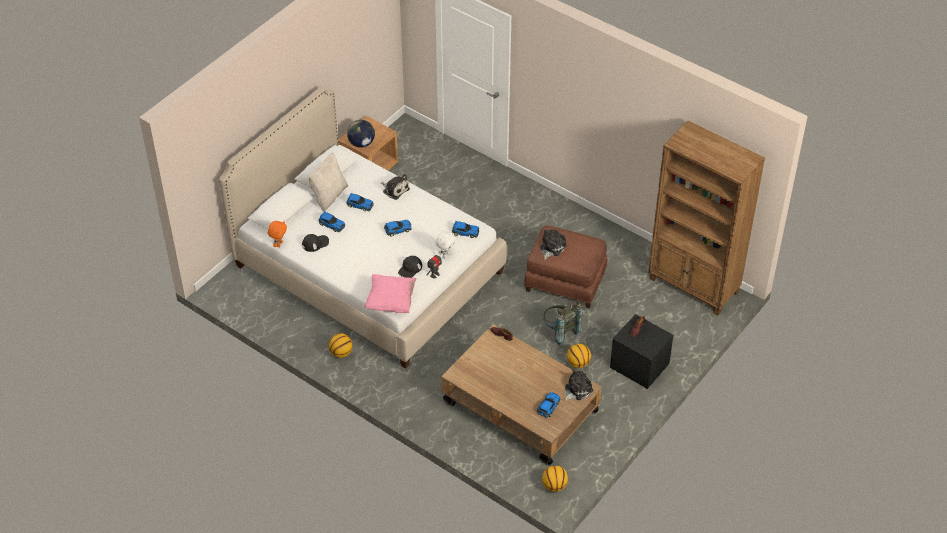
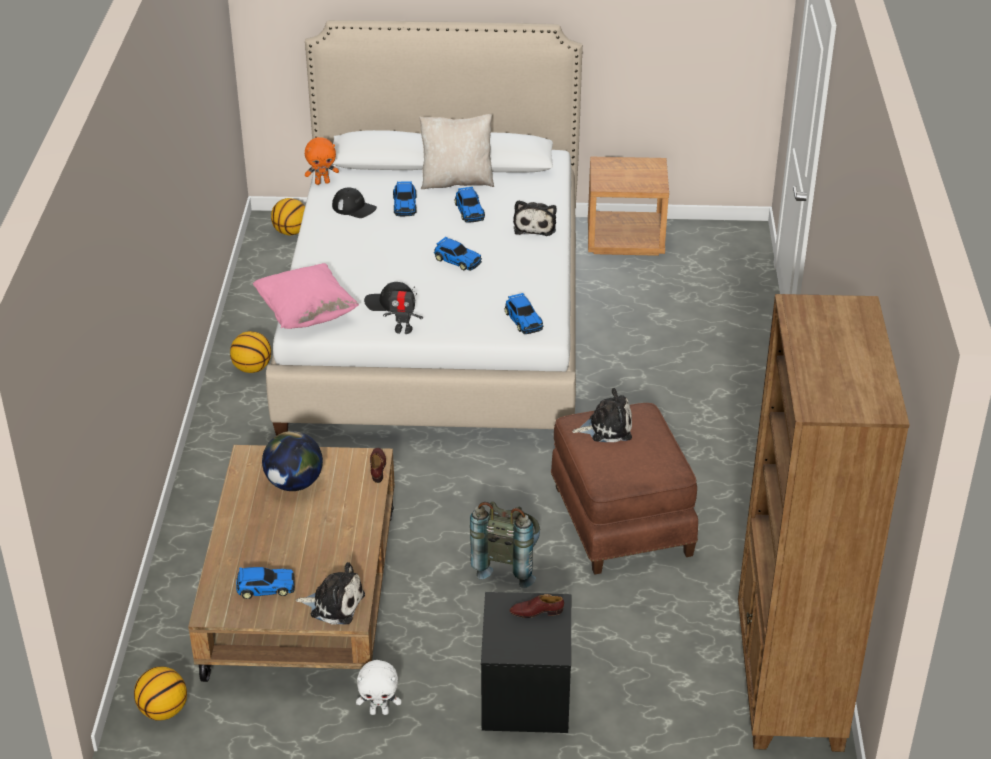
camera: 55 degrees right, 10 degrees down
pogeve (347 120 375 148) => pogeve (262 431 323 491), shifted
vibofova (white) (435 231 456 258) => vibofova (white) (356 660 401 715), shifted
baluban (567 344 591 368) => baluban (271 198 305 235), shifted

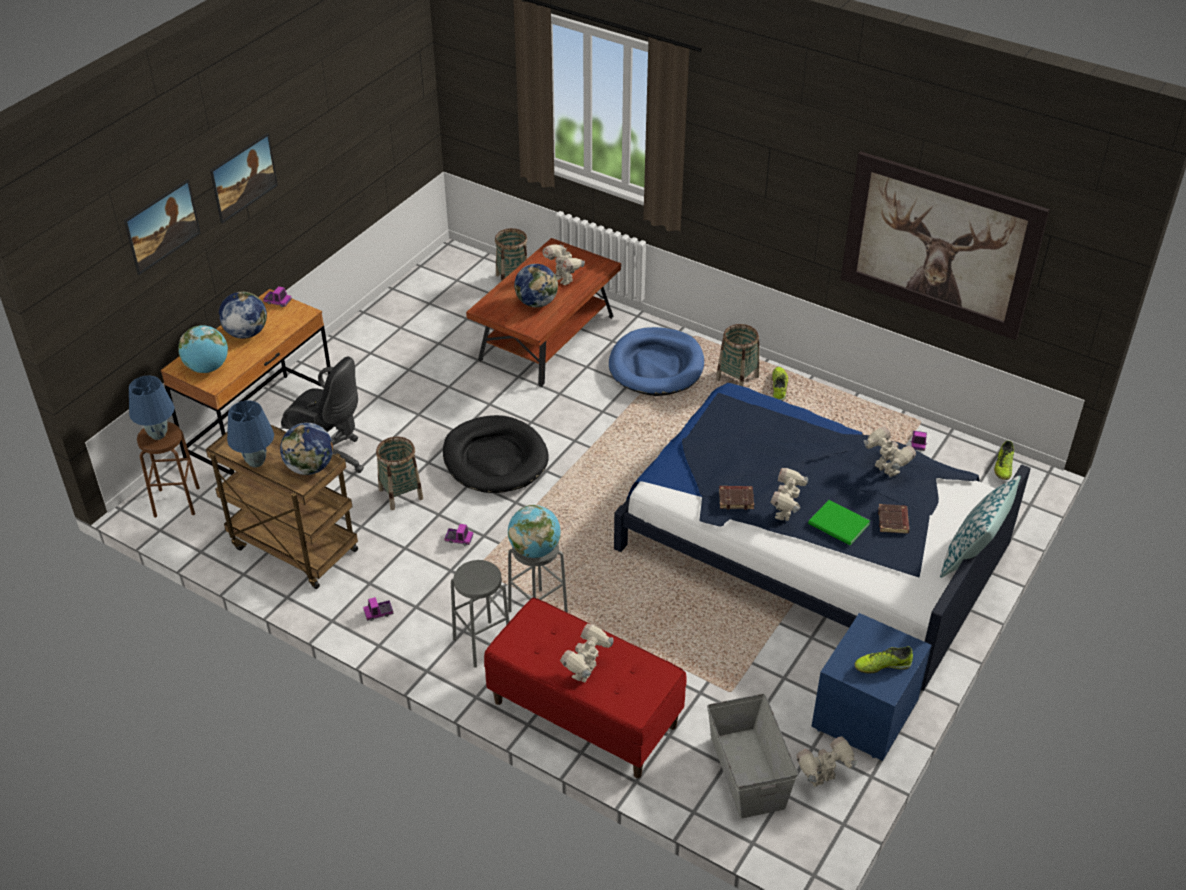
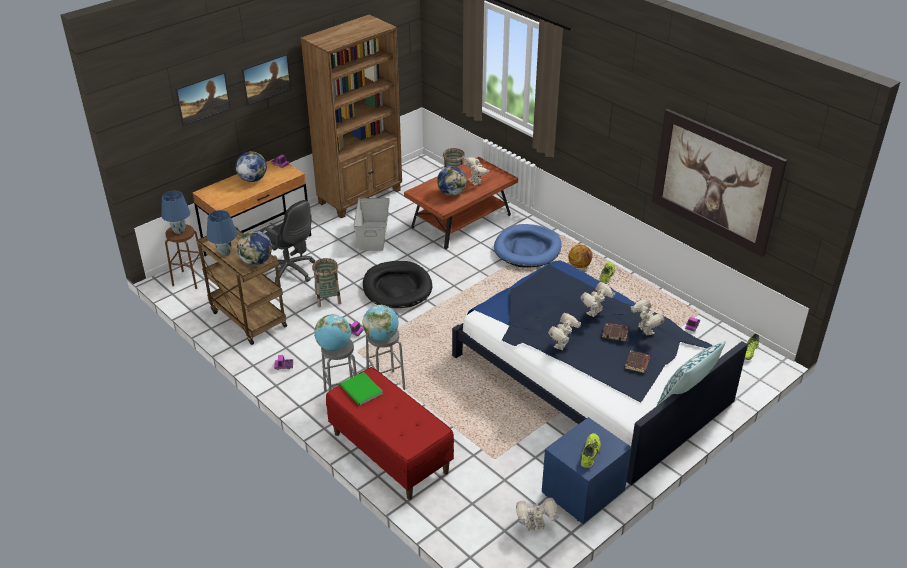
camera: 15 degrees right, 5 degrees down
pogeve (178 325 228 373) => pogeve (314 314 351 351), shifted
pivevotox (560 624 613 683) => pivevotox (580 282 615 317), shifted
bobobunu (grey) (707 694 798 818) => bobobunu (grey) (353 198 390 251), shifted
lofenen (716 324 759 387) => baluban (568 244 593 268)
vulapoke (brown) (719 486 754 510) => vulapoke (brown) (602 323 629 342), shifted
vulapoke (green) (808 500 870 545) => vulapoke (green) (340 372 383 406), shifted
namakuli (854 646 913 673) => namakuli (581 433 601 469), 105 degrees clockwise
nothing => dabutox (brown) (301 14 402 218)

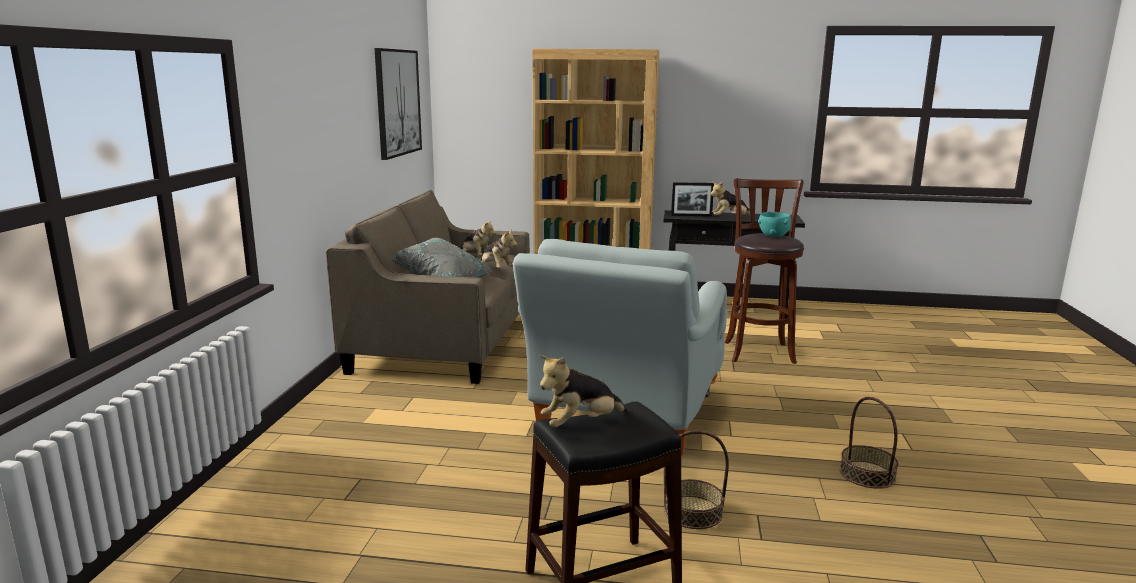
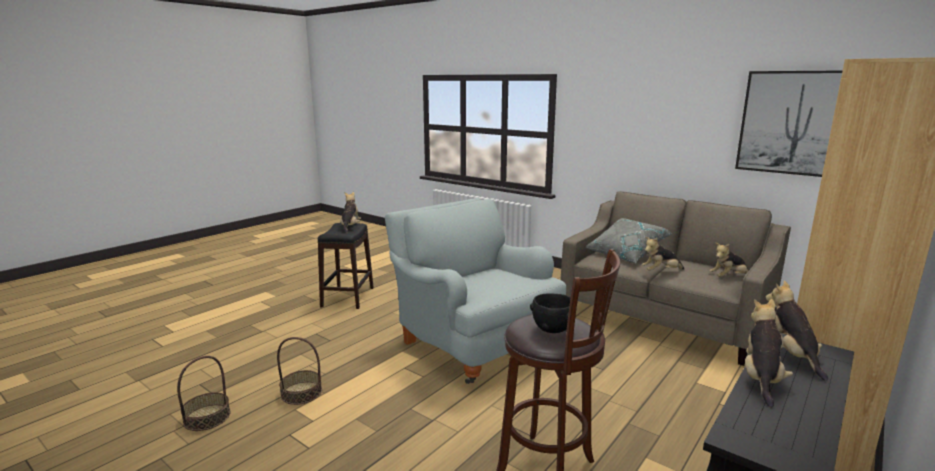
camera: 120 degrees right, 0 degrees up
lofenen (664 430 729 529) => lofenen (177 356 230 431), shifted
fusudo (671 182 714 216) => vibofova (766 280 828 381)
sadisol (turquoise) (758 212 791 237) => sadisol (black) (530 294 571 333)

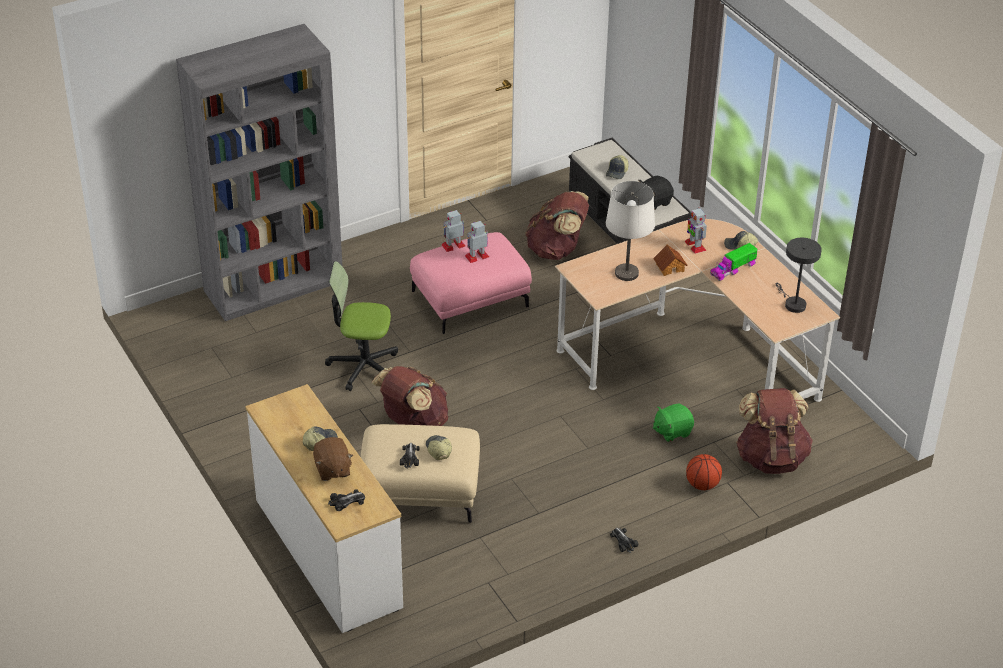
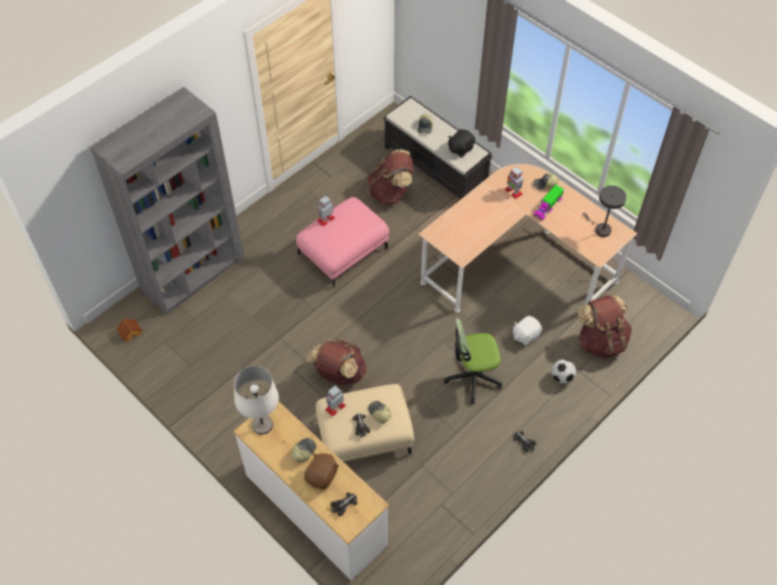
camera: 15 degrees left, 15 degrees up
vibofova (brown) (313 437 353 481) => vibofova (brown) (304 453 339 489), 120 degrees counterclockwise
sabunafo (325 261 398 391) => sabunafo (443 318 502 404), shifted
pivevotox (465 221 489 263) => pivevotox (325 386 346 417), shifted
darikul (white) (606 181 655 281) => darikul (white) (234 366 279 435), shifted
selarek (653 245 688 276) => selarek (116 319 143 342), shifted
vibofova (green) (653 403 694 442) => vibofova (white) (513 316 543 345)
baluban (686 454 722 490) => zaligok (551 359 576 384)

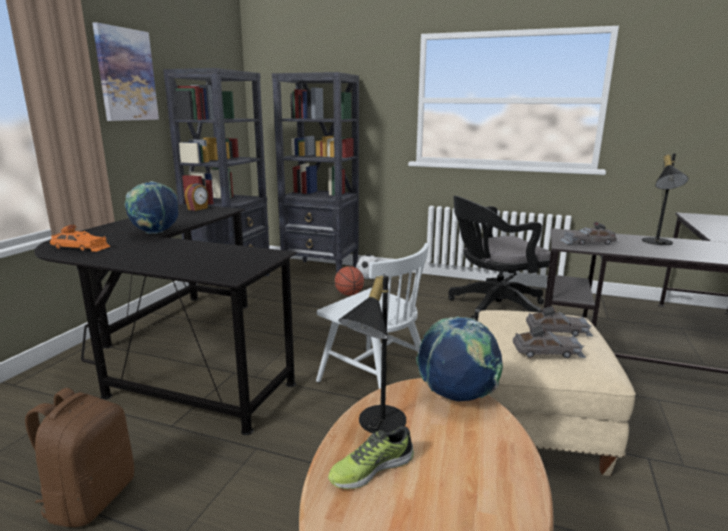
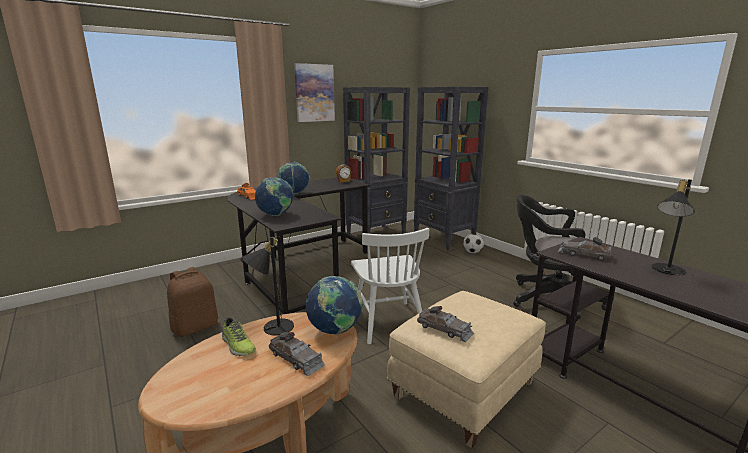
camera: 35 degrees right, 0 degrees up
namakuli (328 426 414 489) => namakuli (222 317 256 356), 135 degrees counterclockwise
baluban (335 266 364 296) => nothing
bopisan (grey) (526 306 594 337) => bopisan (grey) (269 332 325 376), shifted
nothing => pogeve (255 177 293 216)

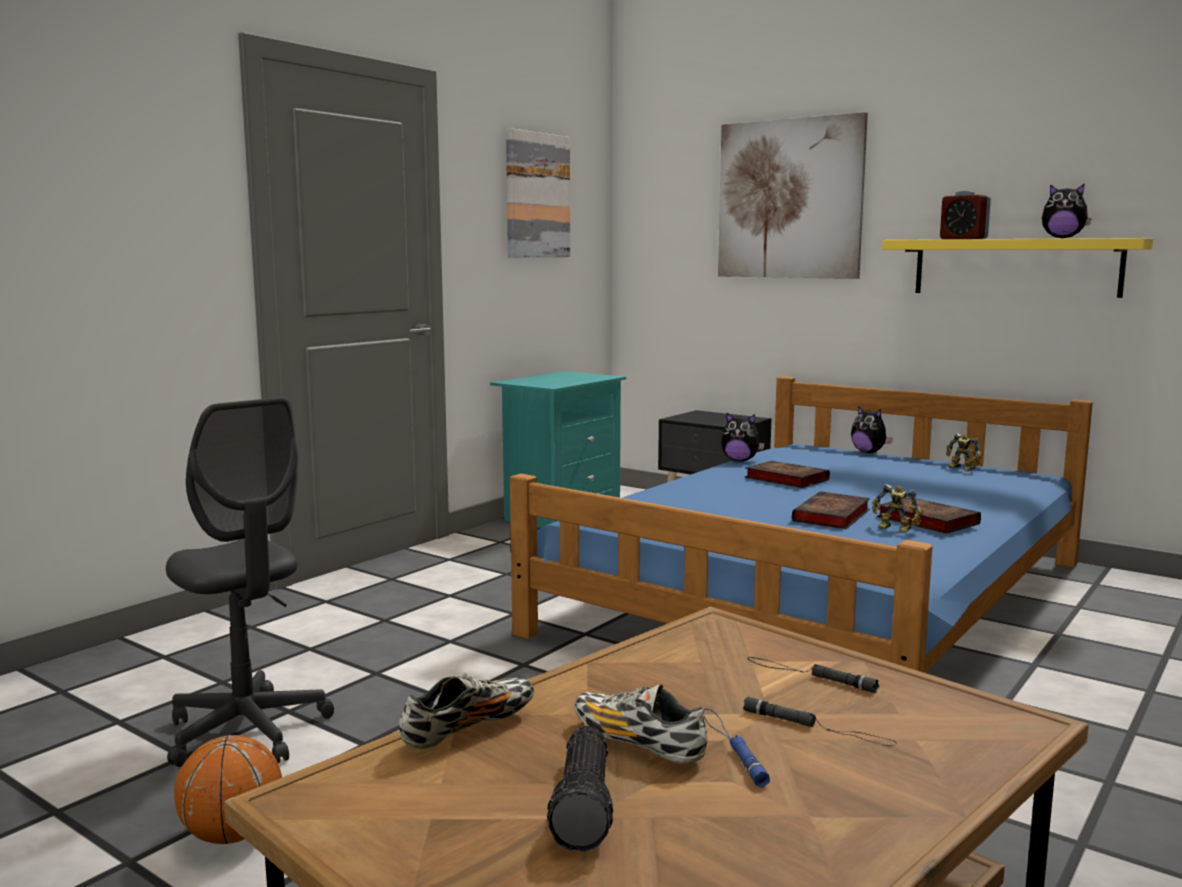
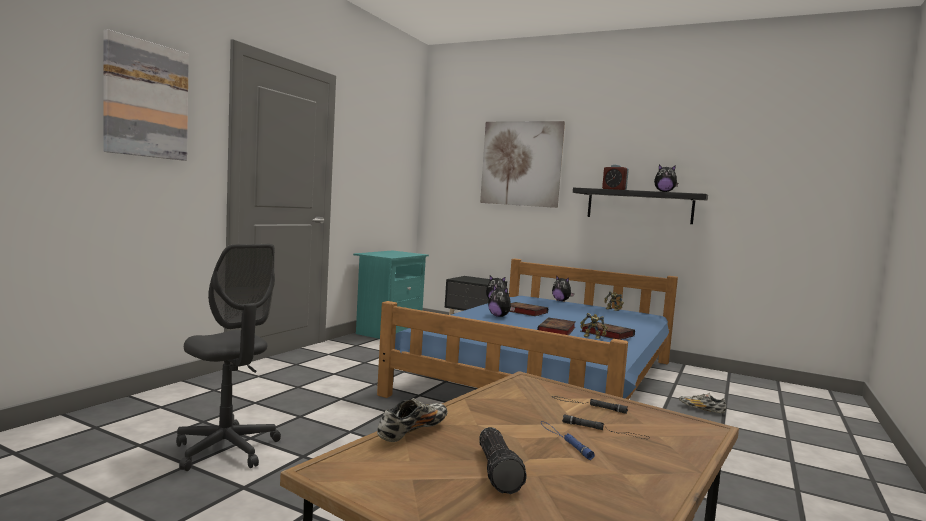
camera: 10 degrees left, 5 degrees down
baluban (174 735 282 844) => nothing
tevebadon (506 128 570 257) => tevebadon (103 29 189 161), shifted
namakuli (574 685 707 764) => namakuli (679 393 726 413), shifted
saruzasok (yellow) (882 238 1153 298) => saruzasok (black) (573 188 708 224)
nothing => vibofova (488 285 515 317)

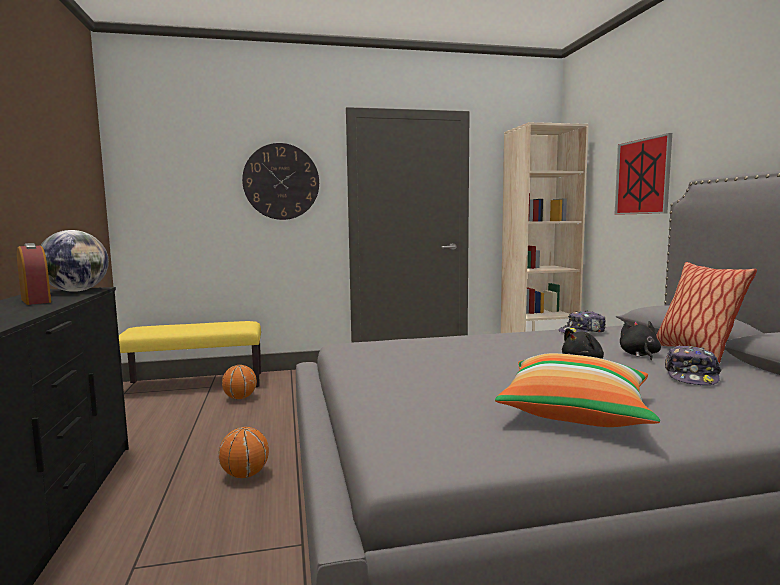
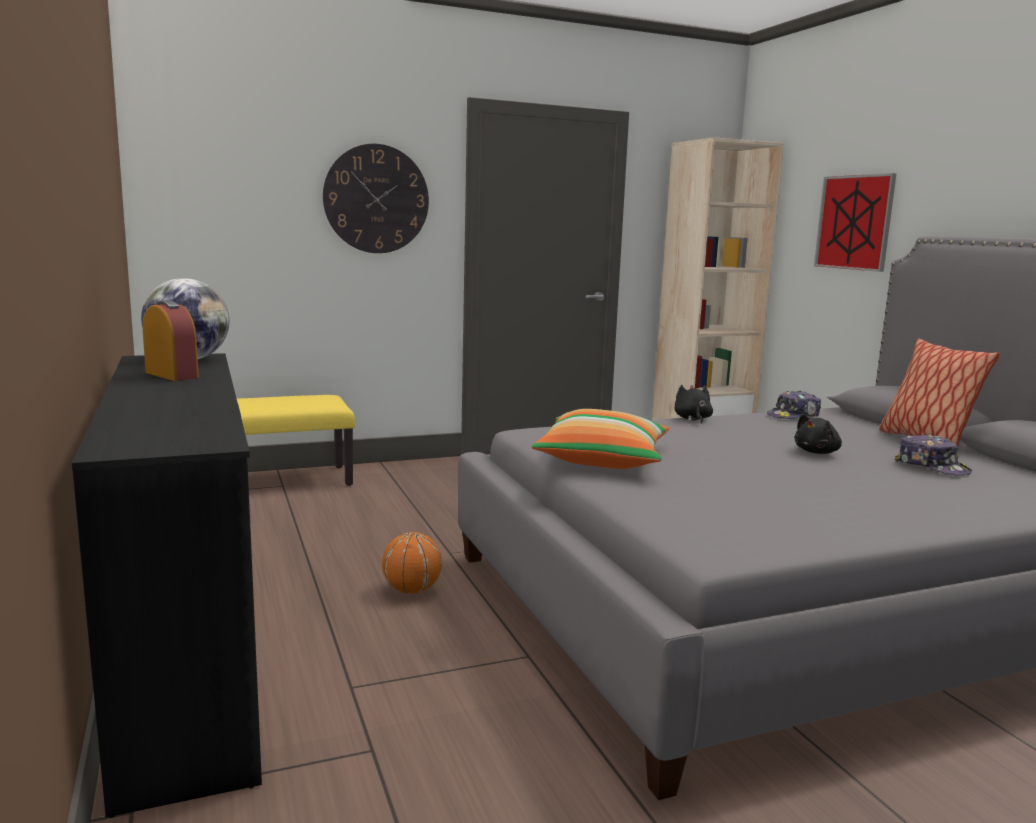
camera: 10 degrees left, 5 degrees up
baluban (222 365 257 399) => nothing
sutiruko (495 353 660 427) => sutiruko (532 409 669 469), shifted
vibofova (black) (620 321 661 360) => vibofova (black) (675 385 713 424), shifted
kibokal (665 345 722 385) => kibokal (895 434 972 476), 45 degrees counterclockwise

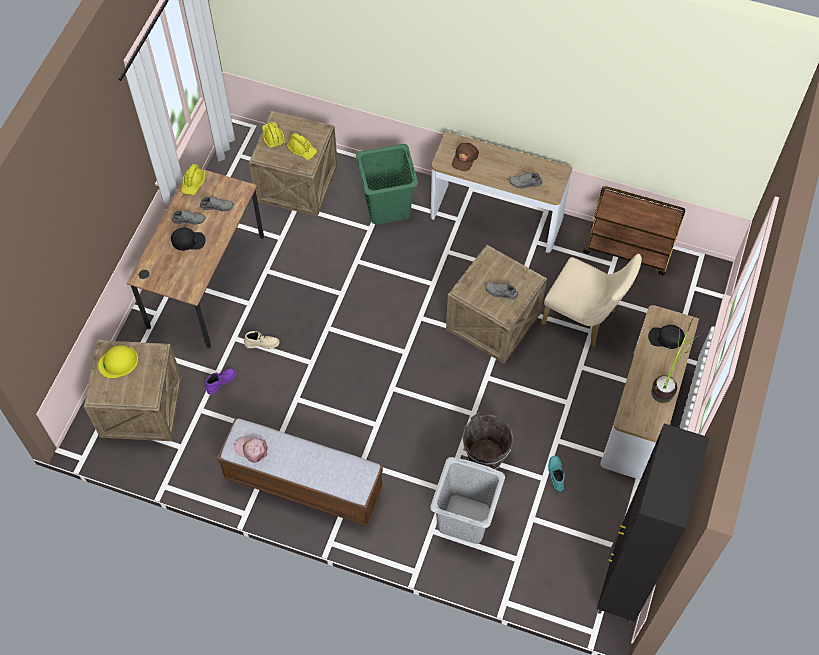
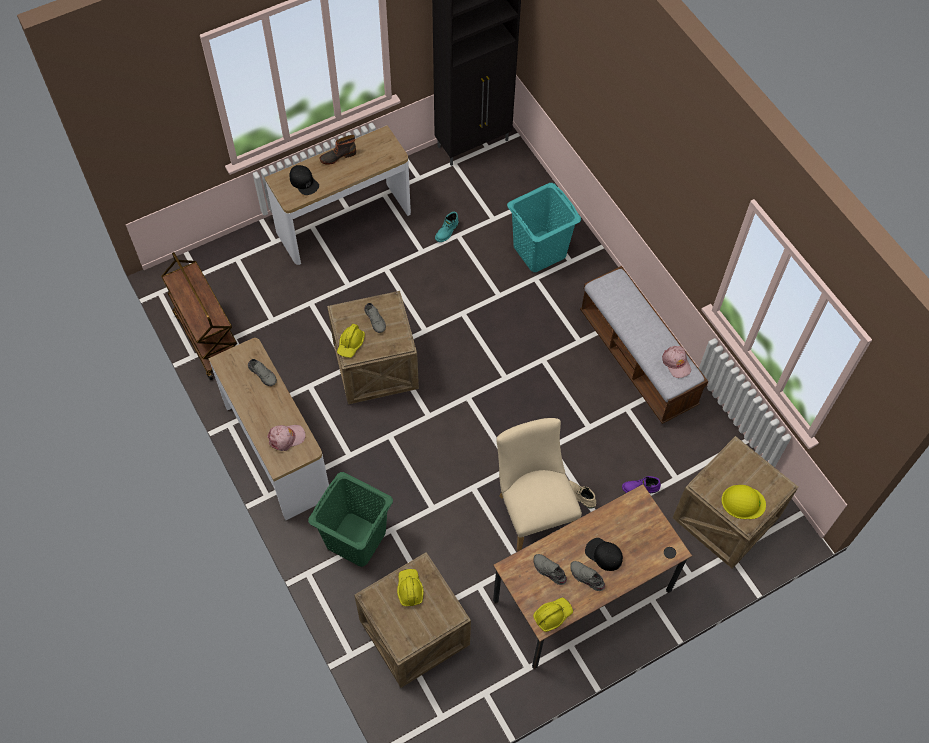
camera: 140 degrees left, 0 degrees up
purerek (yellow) (262 122 285 148) => purerek (yellow) (337 324 365 358), shifted
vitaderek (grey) (430 457 505 544) => vitaderek (turquoise) (507 183 581 272)
kibokal (brown) (452 143 479 171) => kibokal (pink) (267 425 306 451)
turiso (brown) (462 413 514 469) => nothing
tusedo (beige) (541 254 642 347) => tusedo (beige) (496 418 582 552), shifted
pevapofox (651 318 701 403) => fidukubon (320 135 356 164)

